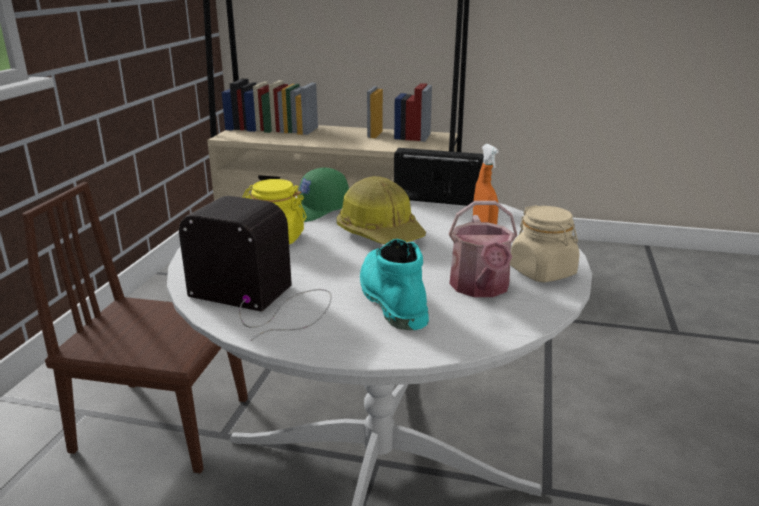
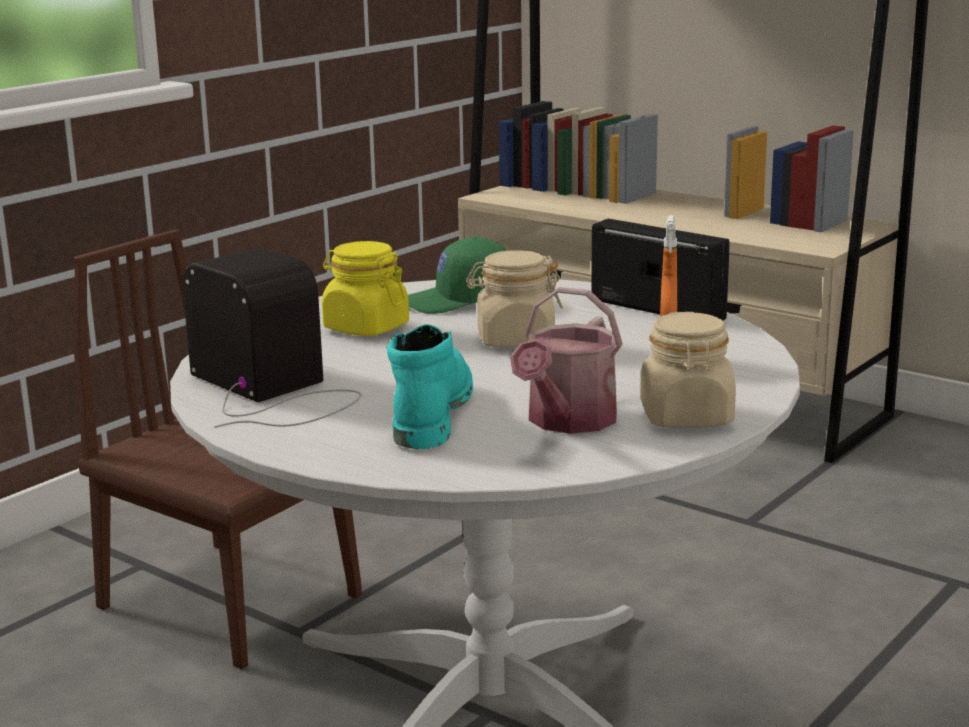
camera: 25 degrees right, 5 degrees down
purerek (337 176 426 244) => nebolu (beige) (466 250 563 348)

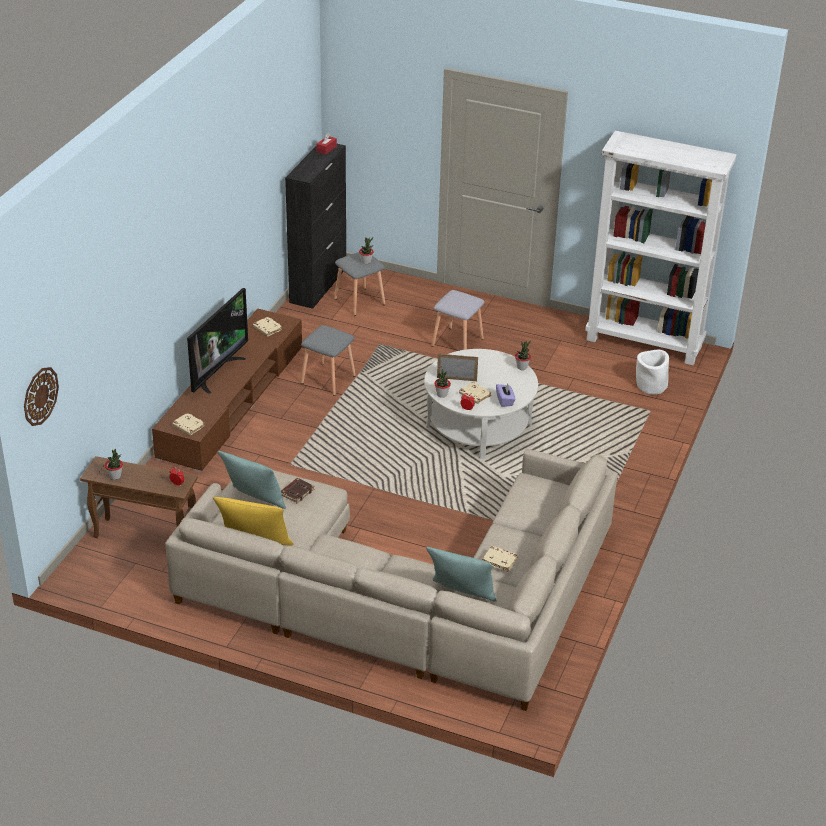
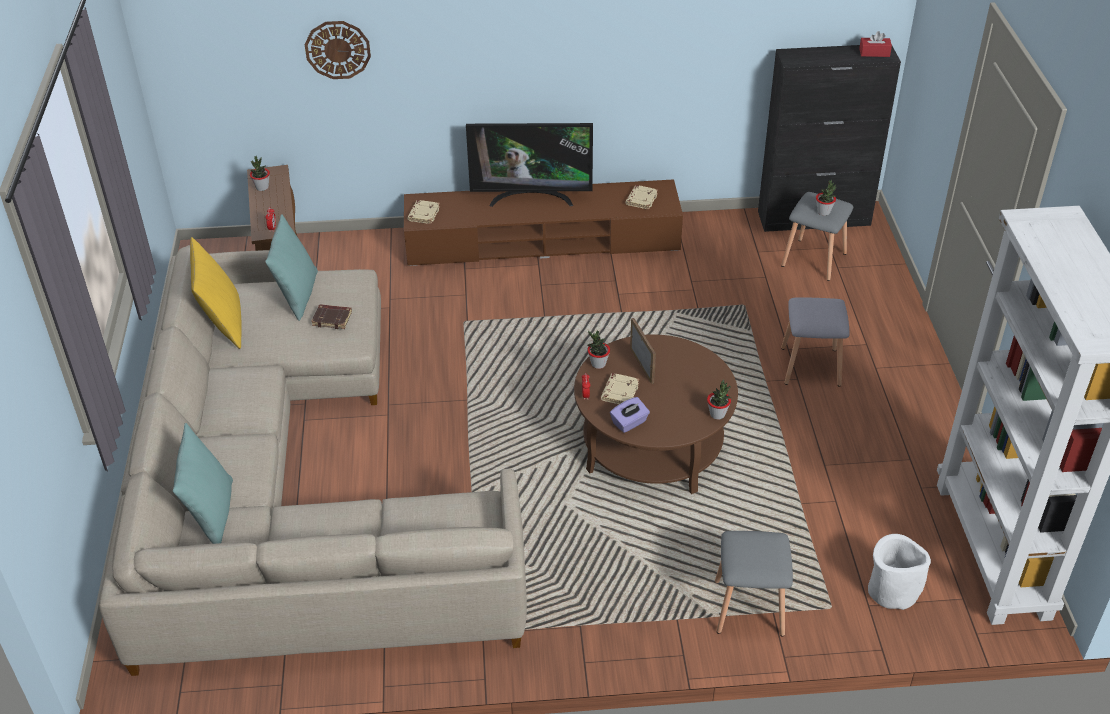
camera: 65 degrees right, 5 degrees up
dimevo (24 367 59 426) => dimevo (305 21 371 79), shifted
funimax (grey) (301 325 356 396) => funimax (grey) (715 531 793 637), shifted
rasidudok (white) (424 349 538 459) => rasidudok (brown) (574 334 738 494)
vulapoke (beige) (482 546 518 572) => nothing

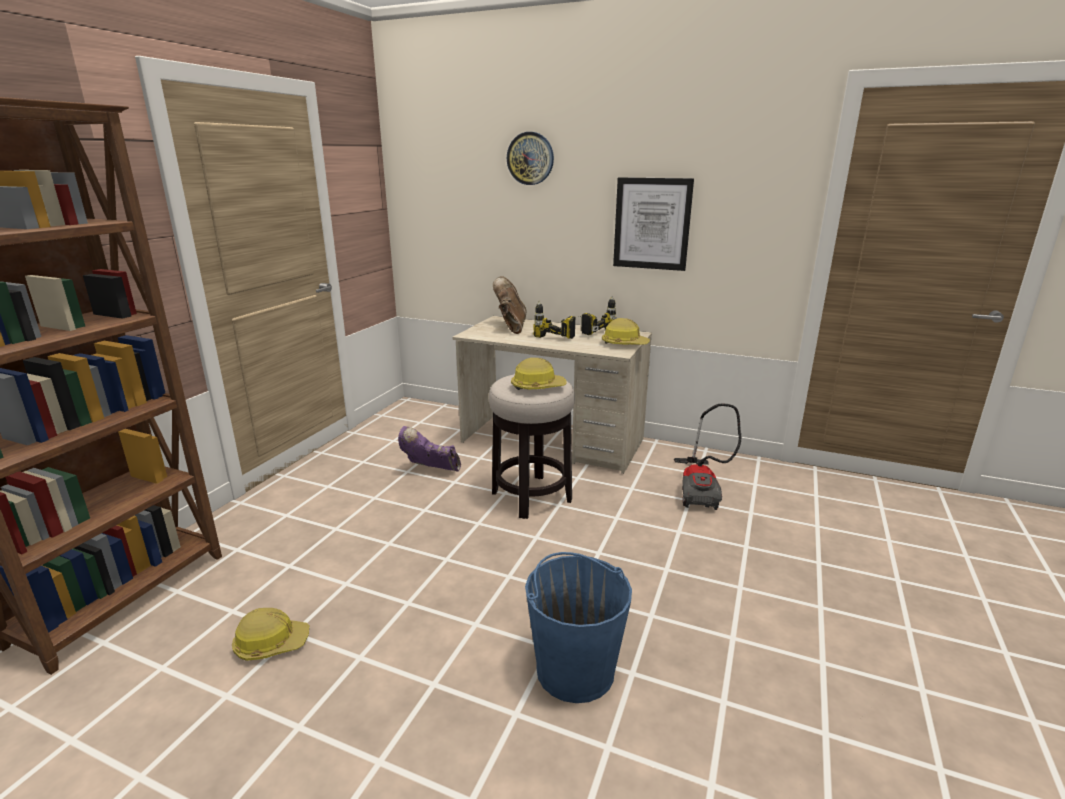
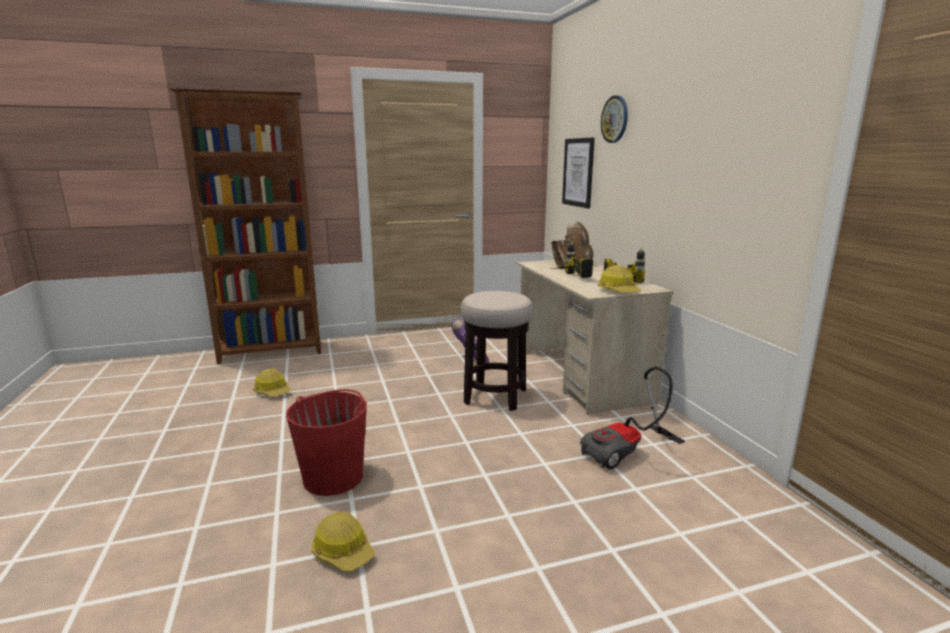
camera: 50 degrees right, 5 degrees down
purerek (511 358 566 390) => purerek (311 512 375 571), shifted
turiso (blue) (525 552 632 703) => turiso (red) (286 389 367 496)
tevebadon (613 177 694 271) => tevebadon (562 138 595 208), shifted

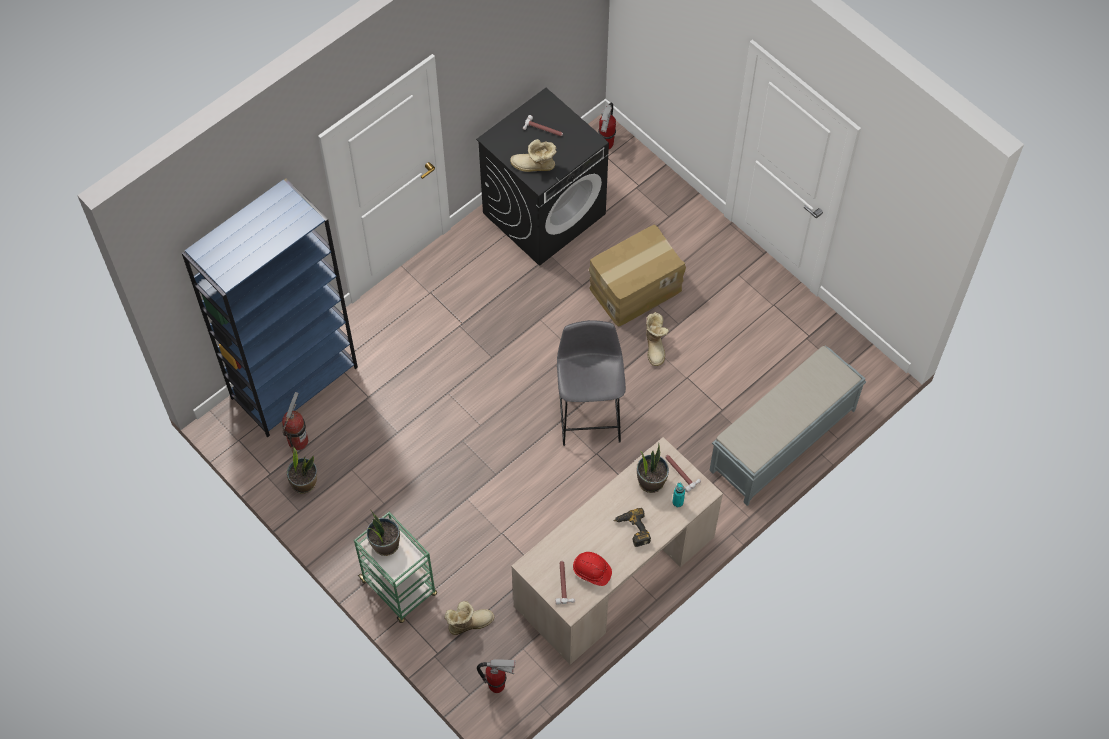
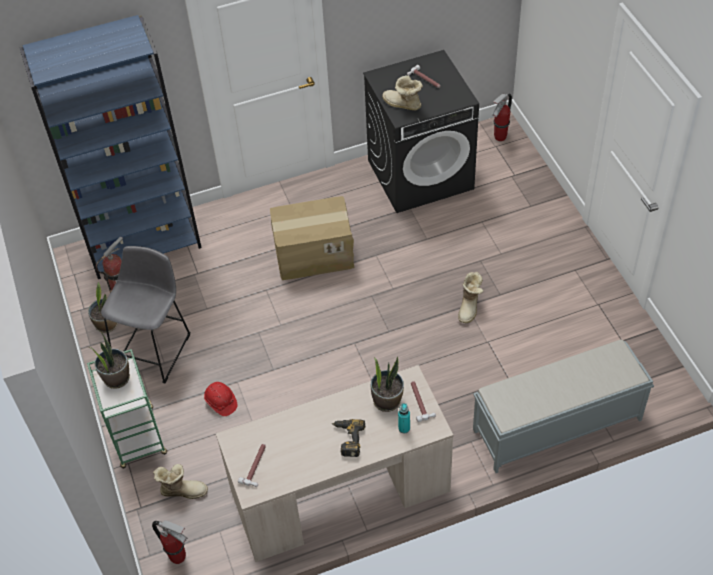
camera: 25 degrees right, 10 degrees down
funimax (grey) (557 320 626 446) => funimax (grey) (101 246 190 383), shifted
purerek (red) (573 552 612 586) => purerek (red) (204 382 238 416), shifted
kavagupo (589 224 686 327) => kavagupo (270 196 354 280), shifted

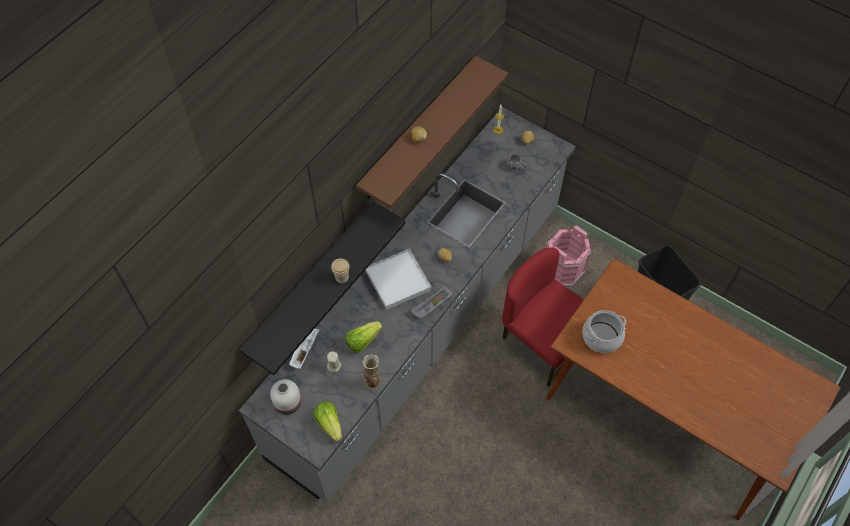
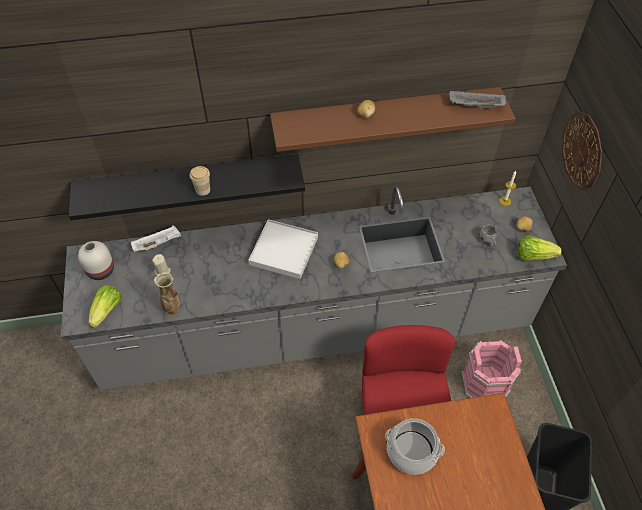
camera: 45 degrees right, 5 degrees down
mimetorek (345 321 382 353) => mimetorek (518 235 562 261), shifted
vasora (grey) (411 285 453 319) => vasora (grey) (450 90 506 109), shifted
nothing => dimevo (562 111 602 191)

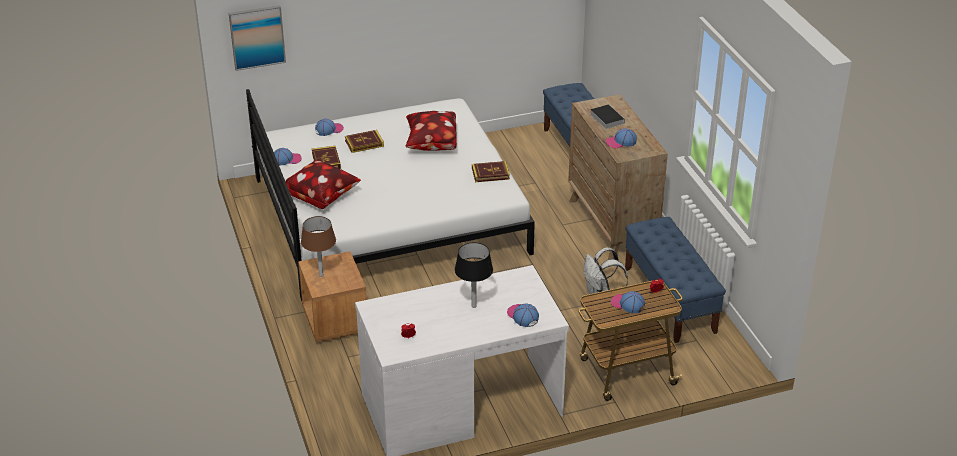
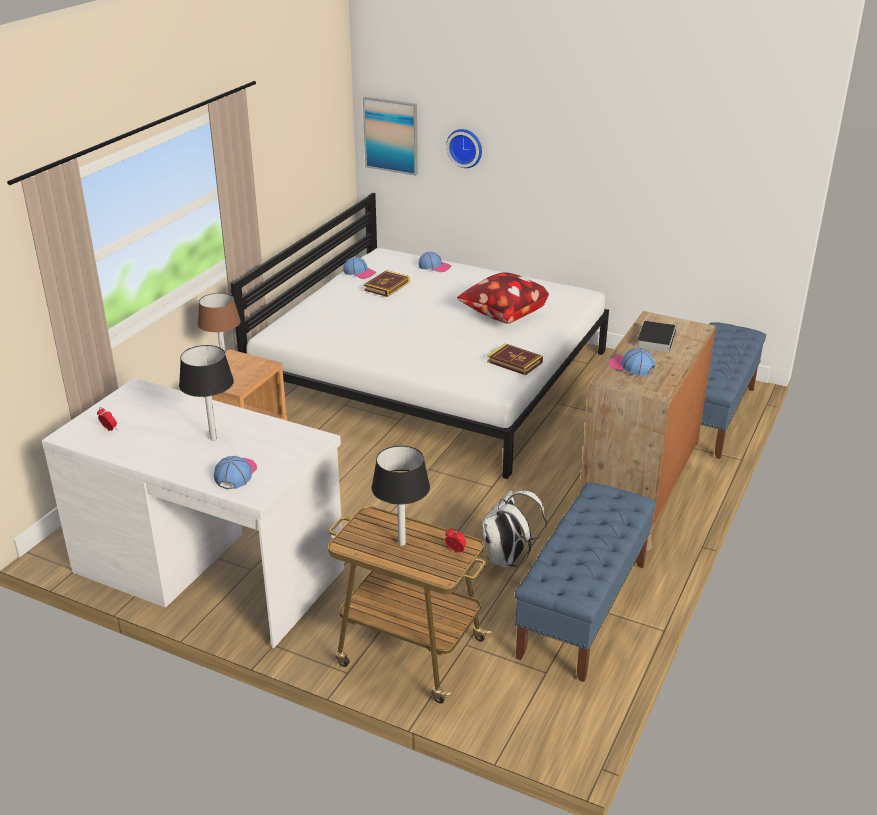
camera: 45 degrees right, 5 degrees down
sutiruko (285 160 361 209) => nothing
vulapoke (345 130 384 153) => nothing
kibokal (611 291 645 313) => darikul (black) (372 446 430 546)
nothing => dimevo (446 129 482 168)

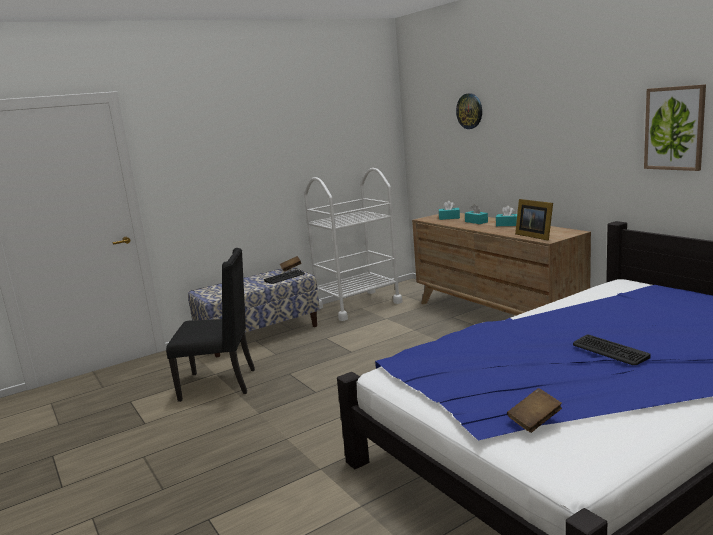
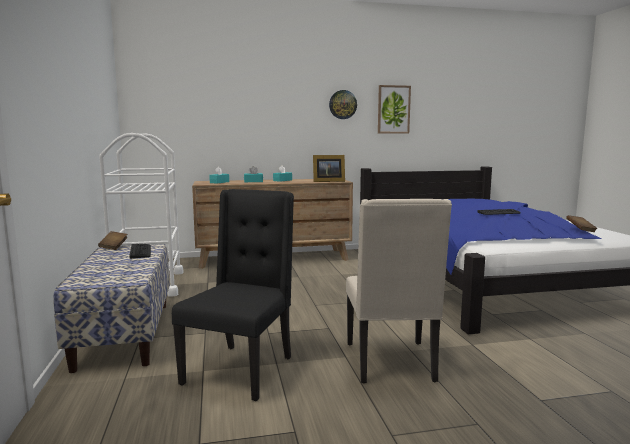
camera: 70 degrees left, 5 degrees down
dimevo (456 93 482 129) => dimevo (329 90 357 119), shifted
nothing => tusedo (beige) (346 199 452 384)

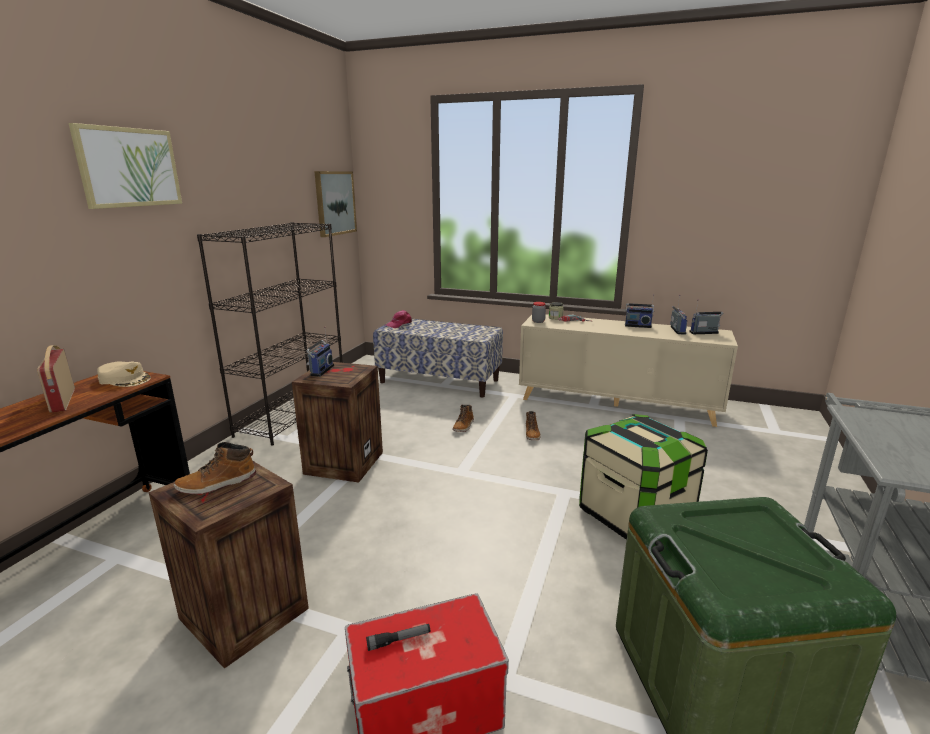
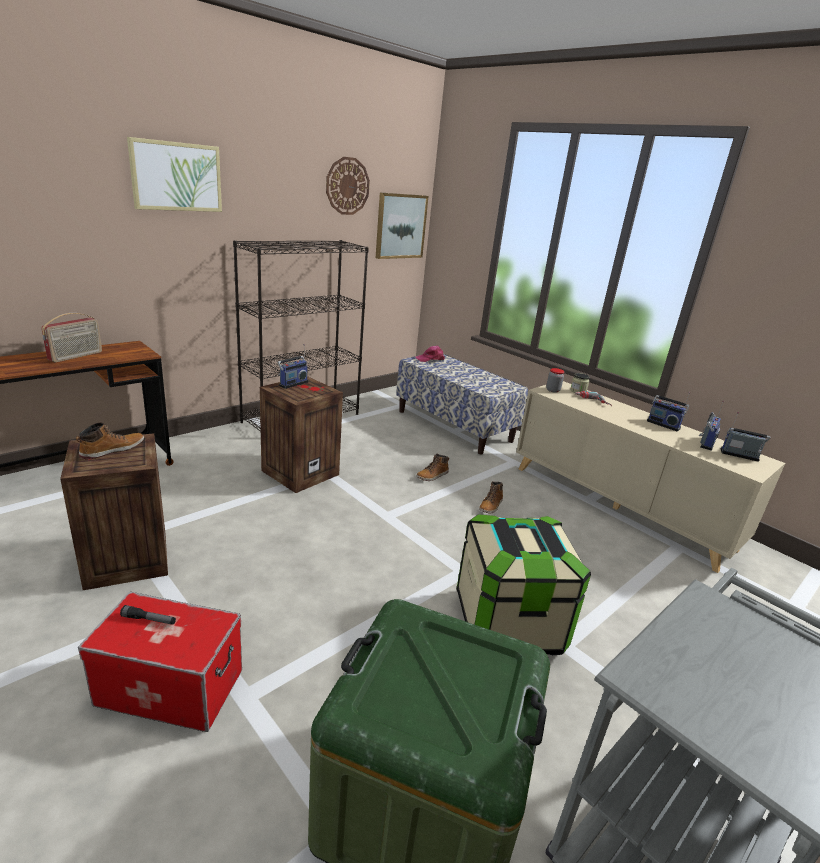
camera: 25 degrees right, 5 degrees up
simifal (37 345 75 413) => simifal (41 313 102 362), 150 degrees counterclockwise
kibokal (beige) (97 361 151 387) => nothing
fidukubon (174 442 256 494) => fidukubon (76 422 144 459), 135 degrees clockwise
nothing => dimevo (326 157 370 215)

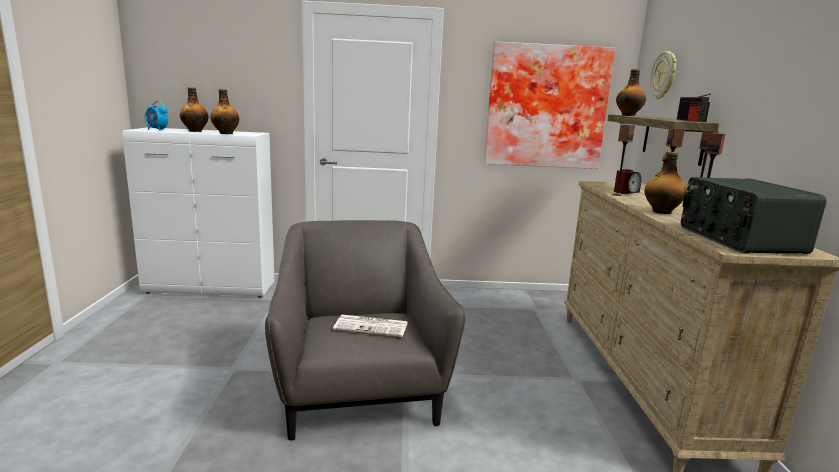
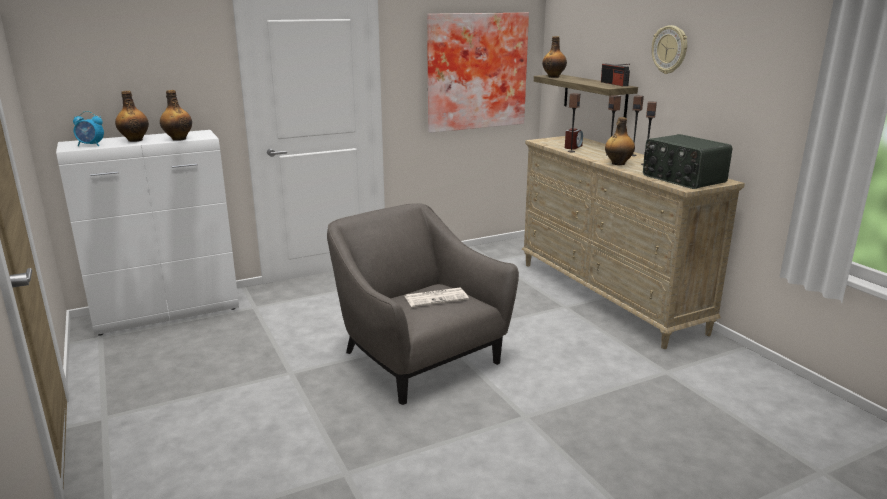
camera: 25 degrees left, 5 degrees up
dimevo (650 51 677 99) => dimevo (652 25 687 74), shifted

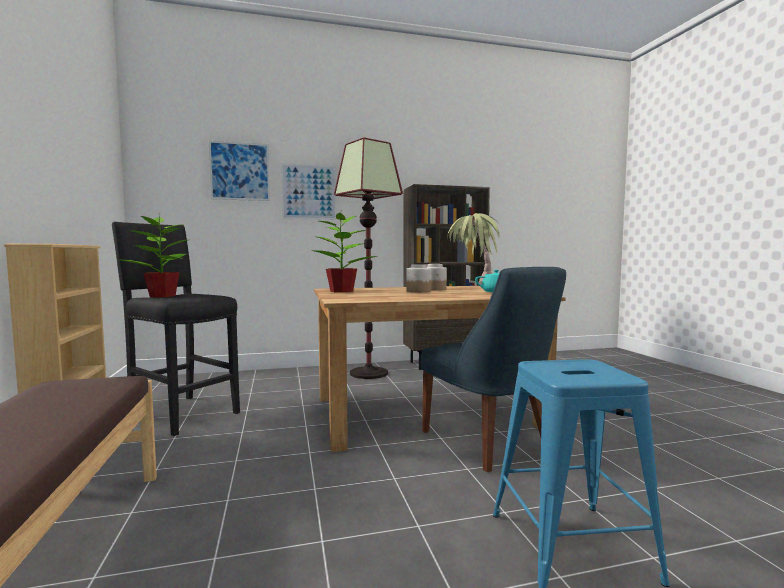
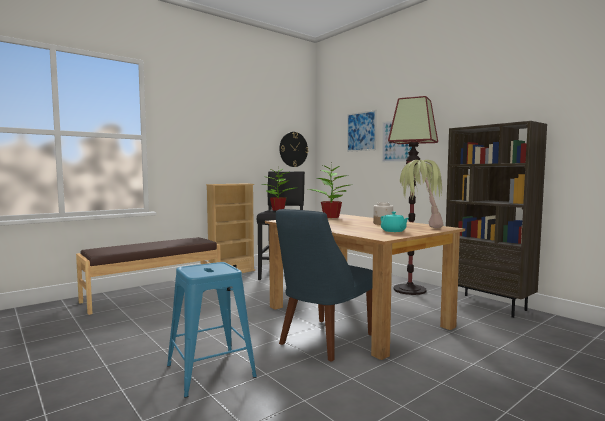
camera: 65 degrees right, 0 degrees up
nebolu (406 264 431 293) => nothing
nothing => dimevo (279 132 308 167)

